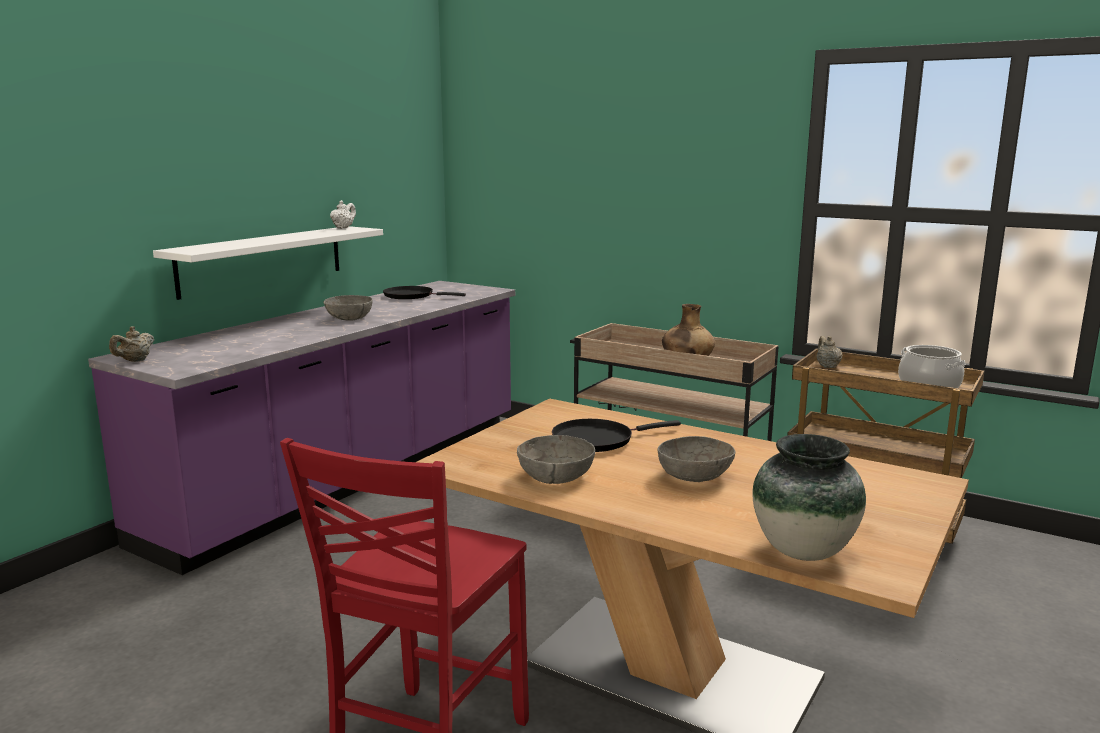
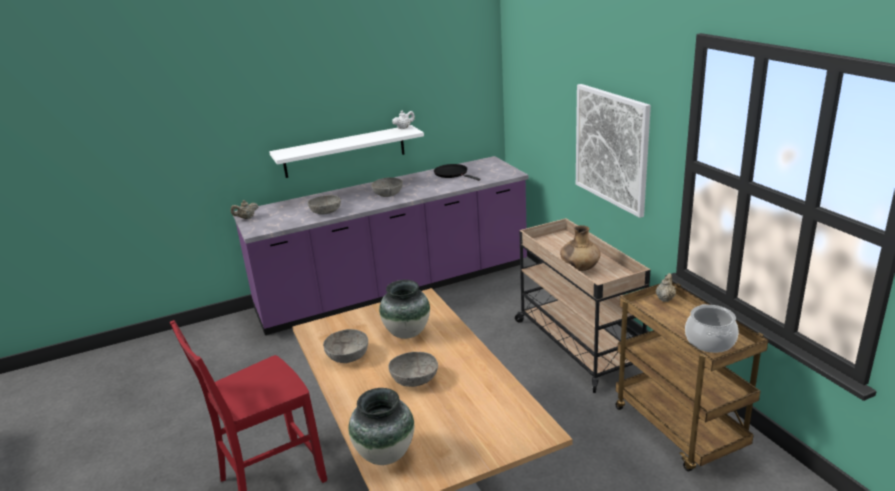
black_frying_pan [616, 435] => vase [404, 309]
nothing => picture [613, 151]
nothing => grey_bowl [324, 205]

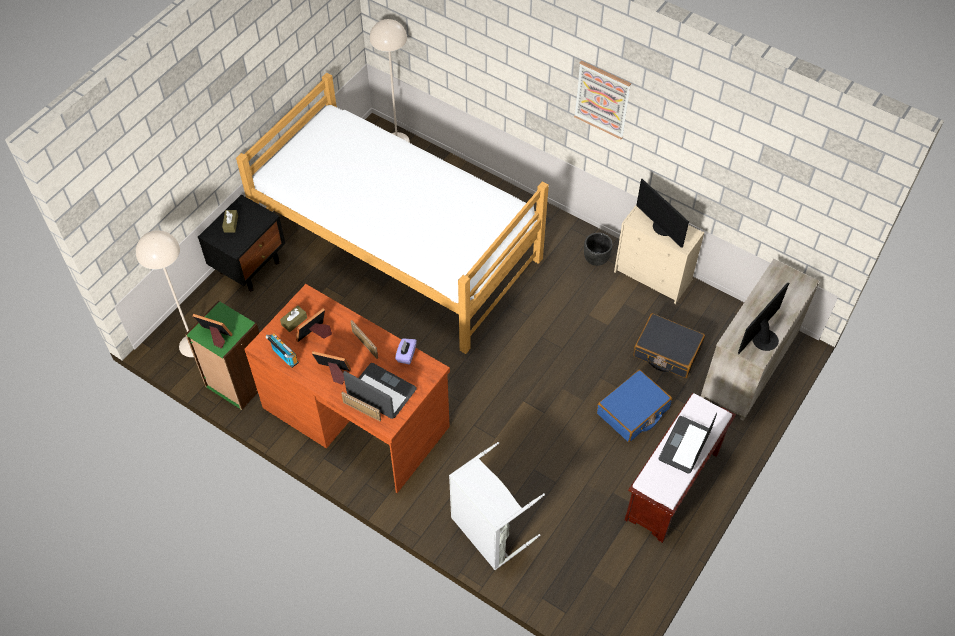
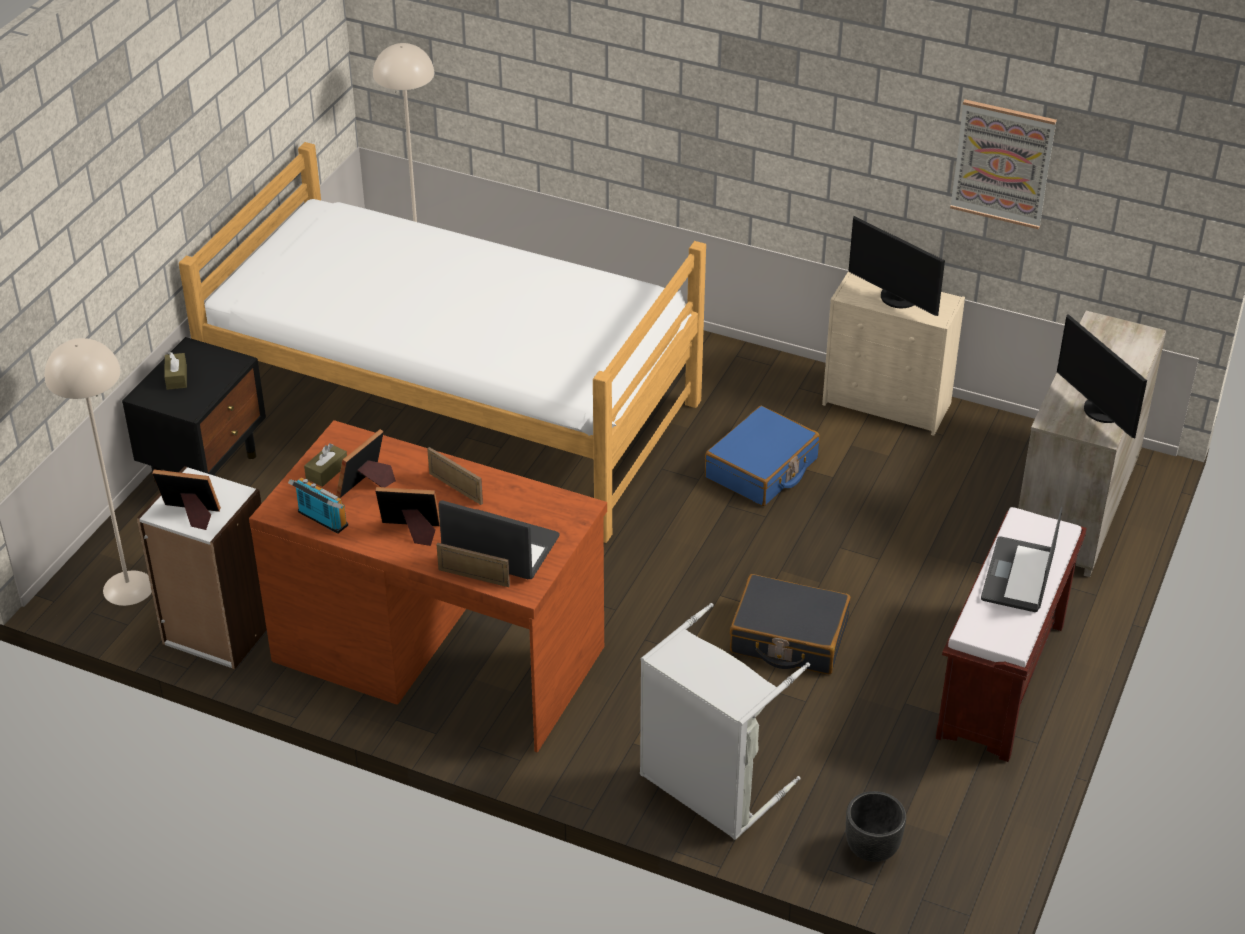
picture [602, 100] => picture [1003, 164], shifted
black_planter [598, 249] => black_planter [876, 826], shifted
monitor [763, 318] => monitor [1102, 376], 60 degrees counterclockwise
green_bookcase [222, 355] => white_bookcase [202, 567]
black_suitcase [669, 345] => black_suitcase [790, 624], shifted
purple_tissue_box [406, 351] => nothing
blue_suitcase [634, 405] => blue_suitcase [762, 456], shifted

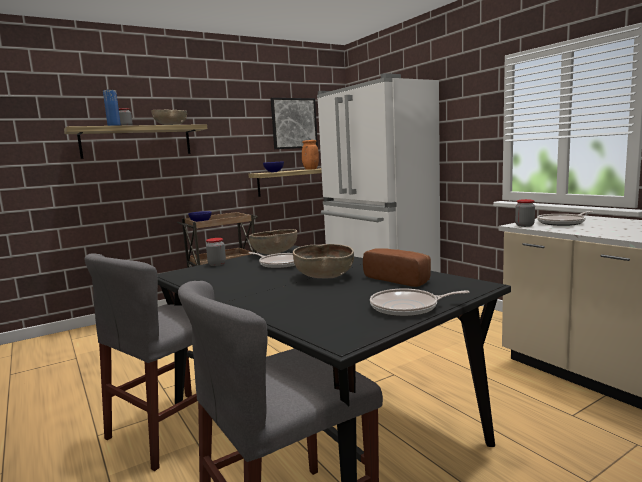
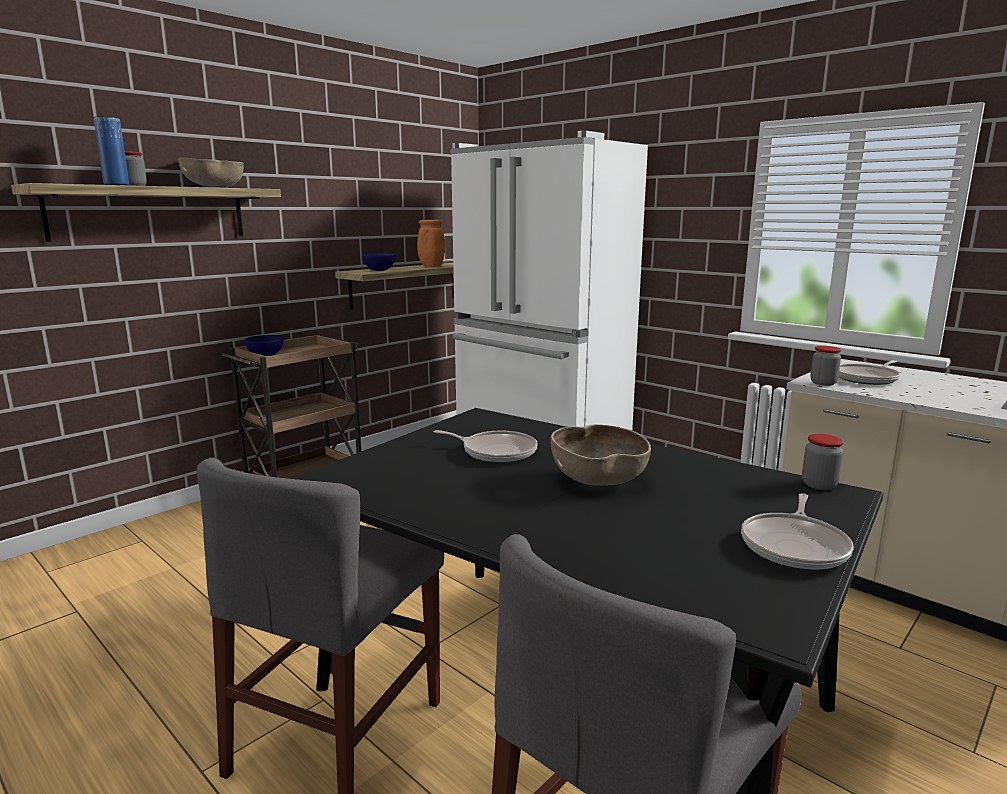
picture [294, 123] => nothing
brown_bowl [273, 241] => nothing
jar [216, 252] => jar [823, 462], shifted
bread [397, 267] => nothing
frying_pan [420, 302] => frying_pan [797, 531], 45 degrees counterclockwise

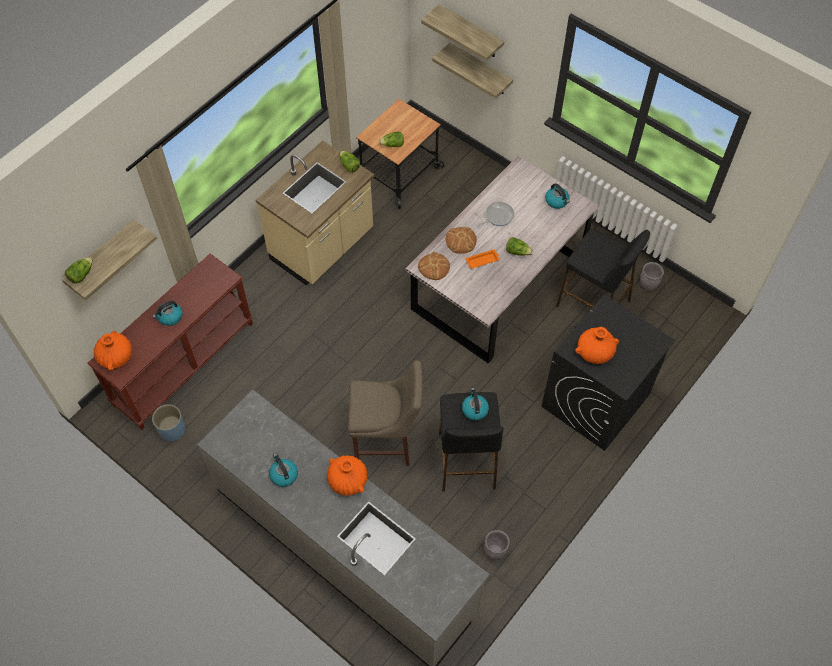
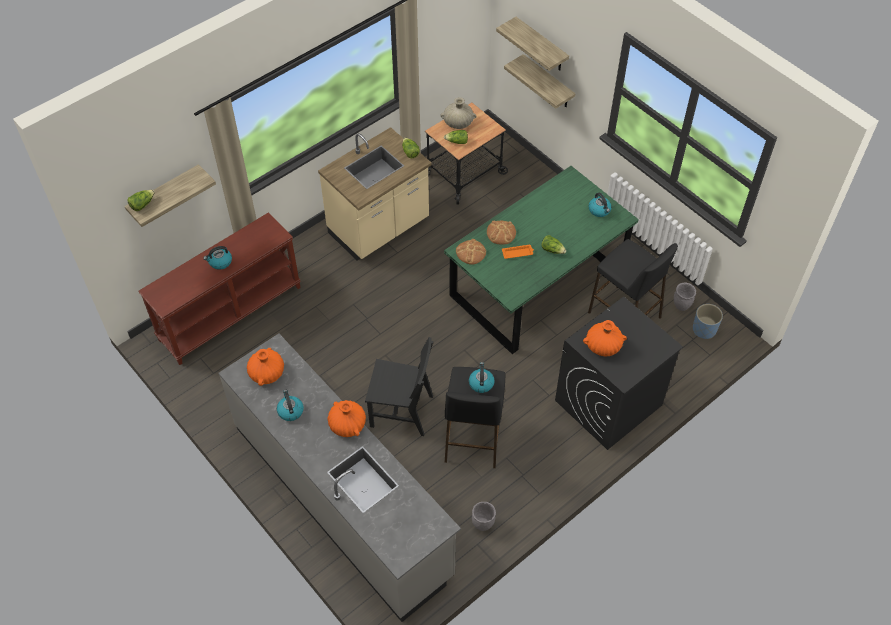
grey_dining_table [502, 259] => green_dining_table [541, 260]
frying_pan [495, 214] => nothing
orange_vase [113, 351] => orange_vase [265, 367], shifted
beige_stool [385, 413] => black_chair [399, 386]
blue_planter [168, 422] => blue_planter [708, 321], shifted
nothing => beige_vase [458, 113]

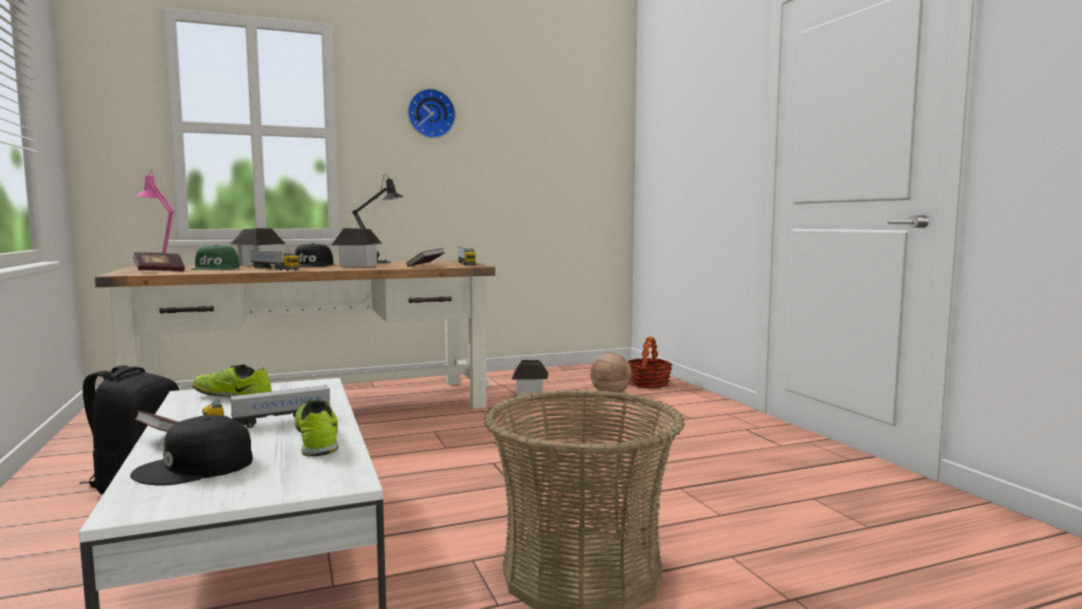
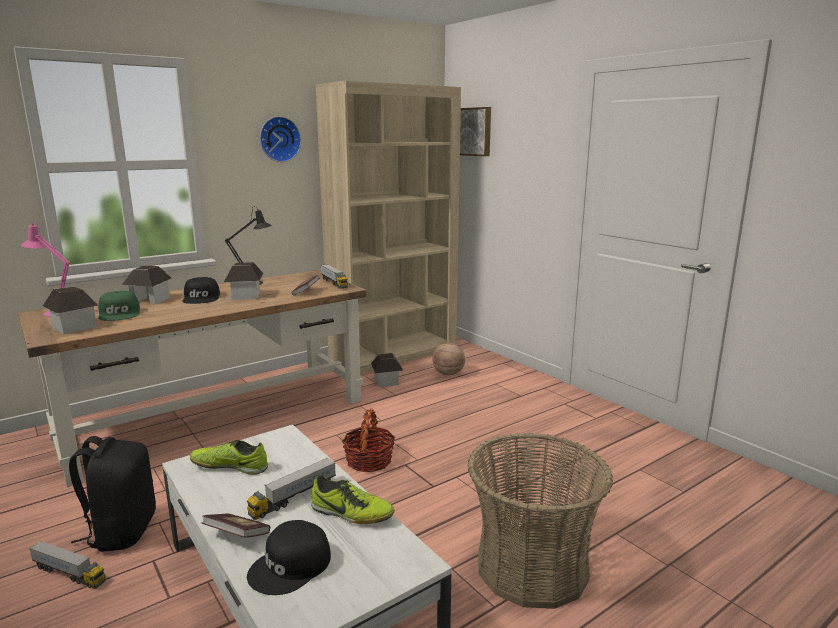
toy_truck [275, 260] => toy_truck [67, 564], shifted
book [159, 261] => toy_house [71, 310]
basket [650, 362] => basket [368, 440], shifted
shoe [316, 428] => shoe [353, 499], 150 degrees clockwise
nothing => beige_bookcase [388, 227]
nothing => picture [475, 131]

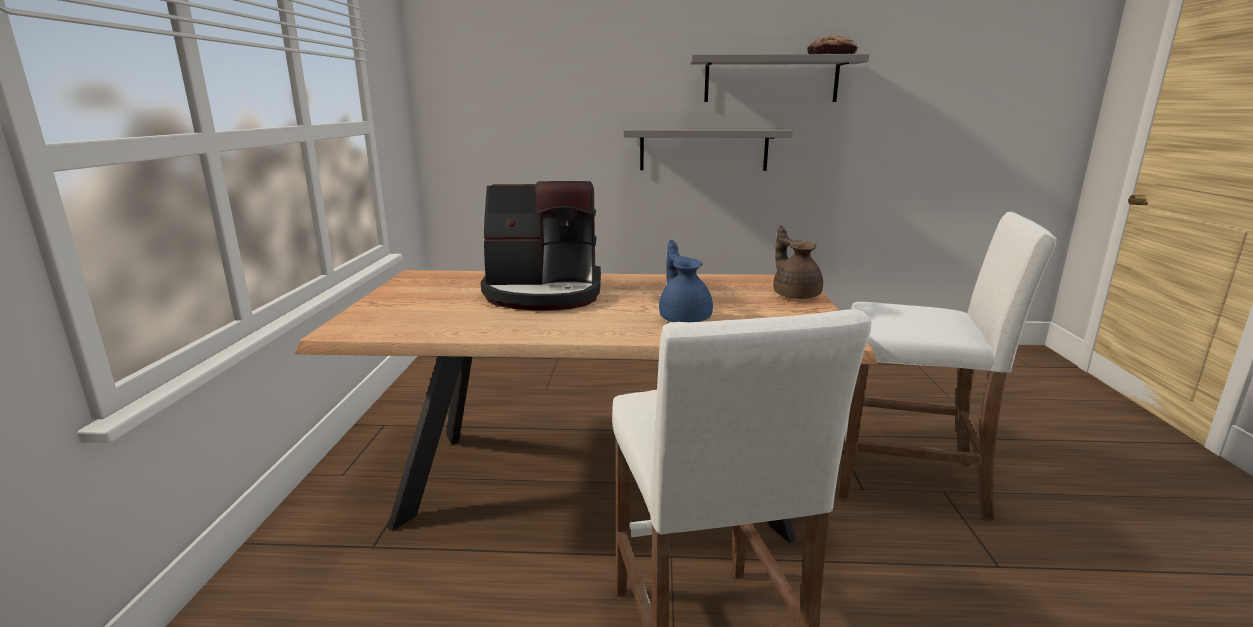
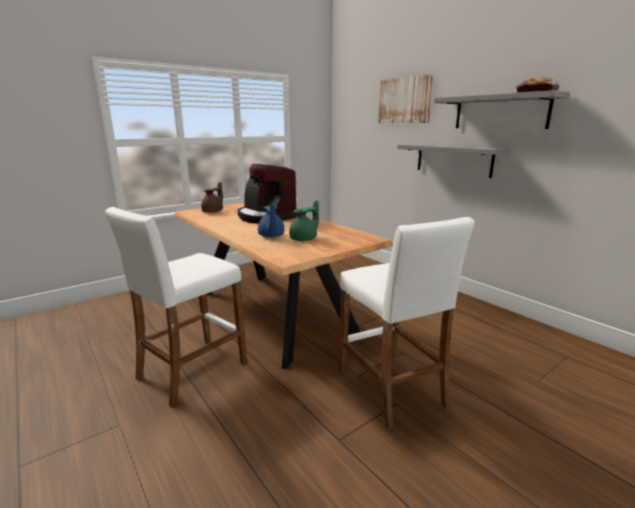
brown_teapot [798, 262] => brown_teapot [212, 197], shifted
blue_teapot [686, 281] => blue_teapot [271, 220], 135 degrees clockwise
nothing => picture [405, 98]
nothing => green_teapot [304, 220]

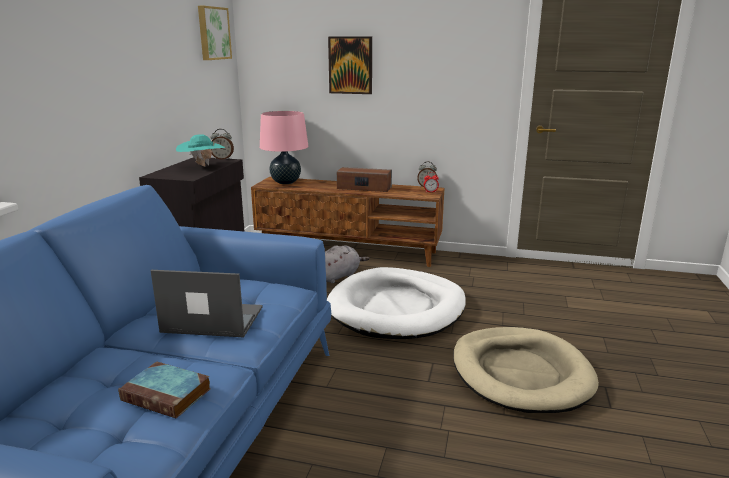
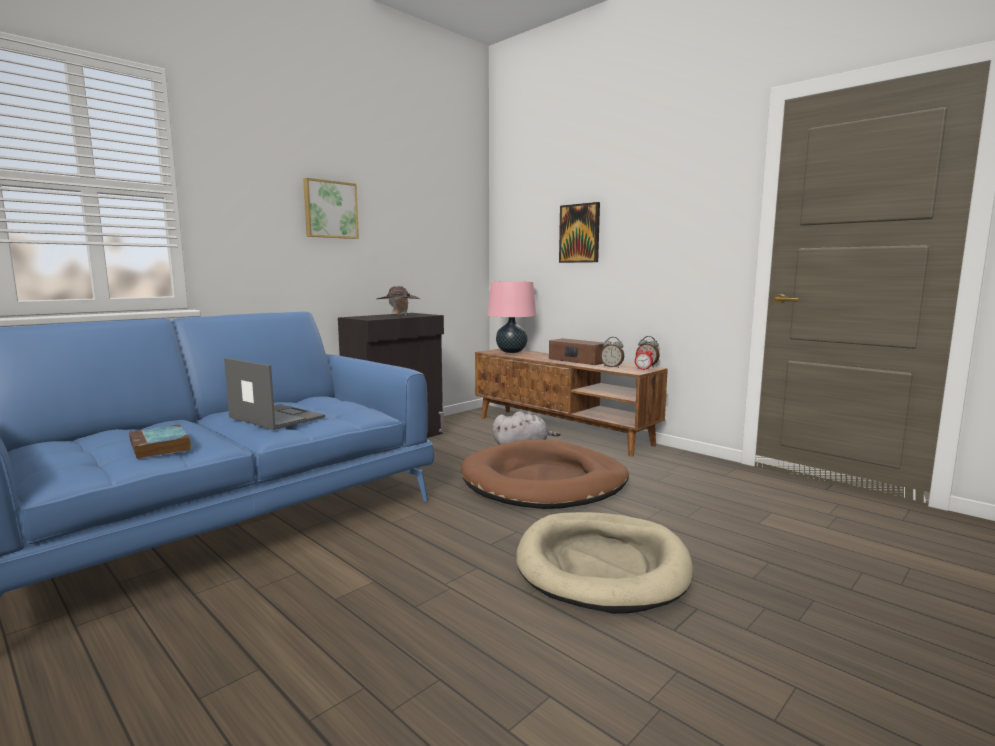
picture [215, 33] => picture [331, 208], shifted
alarm_clock [222, 144] => alarm_clock [612, 352], shifted
turquoise_hat [200, 150] => brown_hat [398, 301]
white_dog_bed [396, 303] => brown_dog_bed [545, 474]

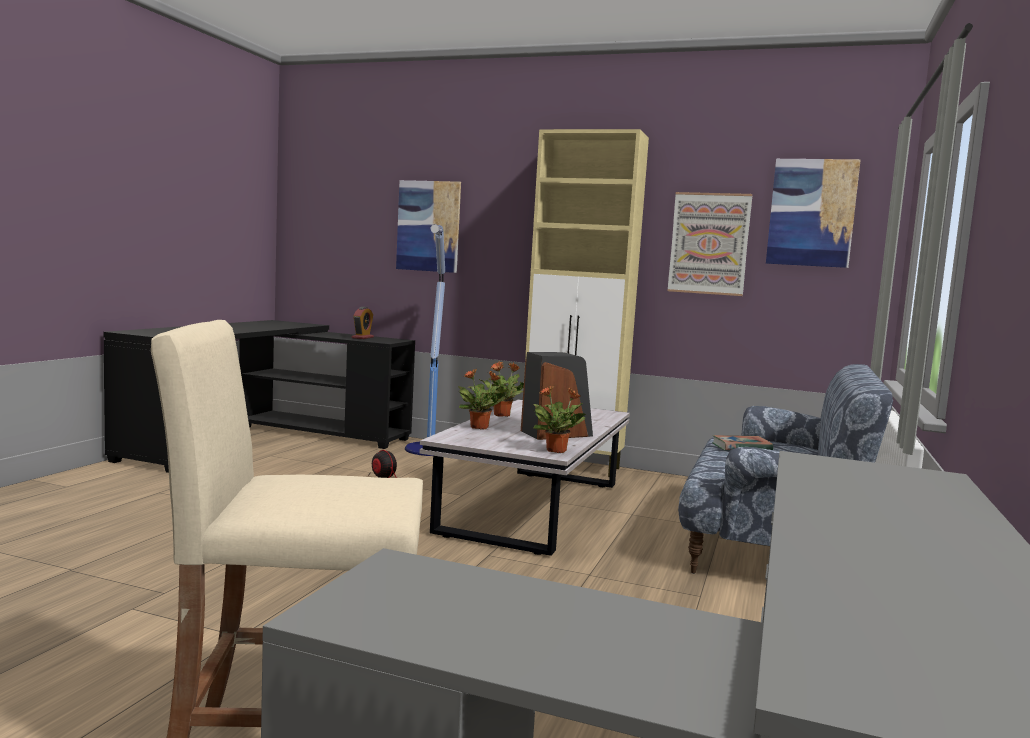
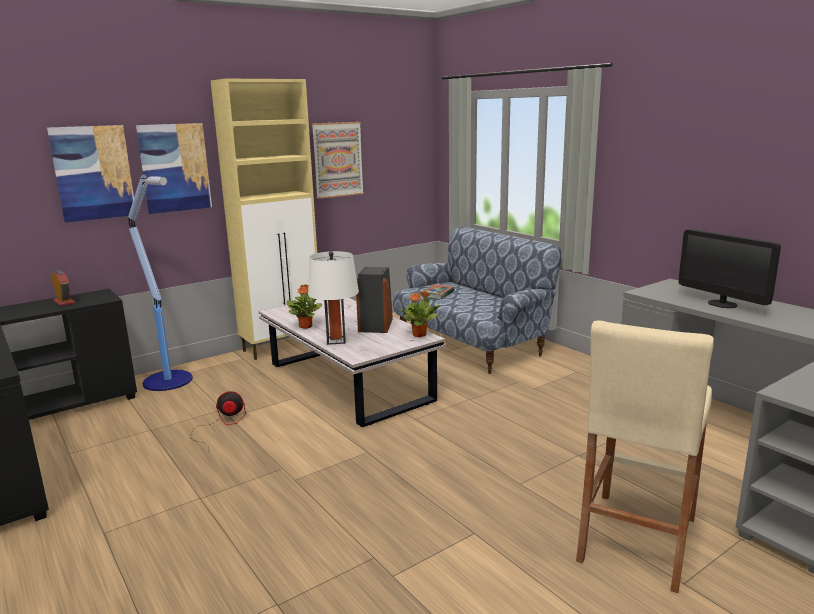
picture [813, 213] => picture [174, 168], shifted
potted_plant [481, 399] => white_table_lamp [333, 298]
nothing => monitor [730, 268]

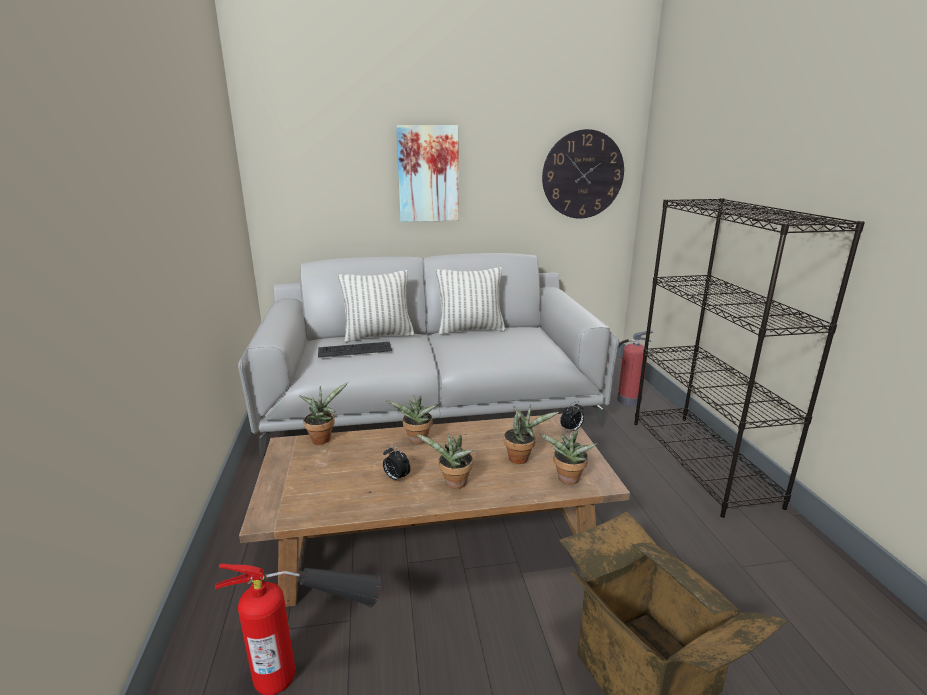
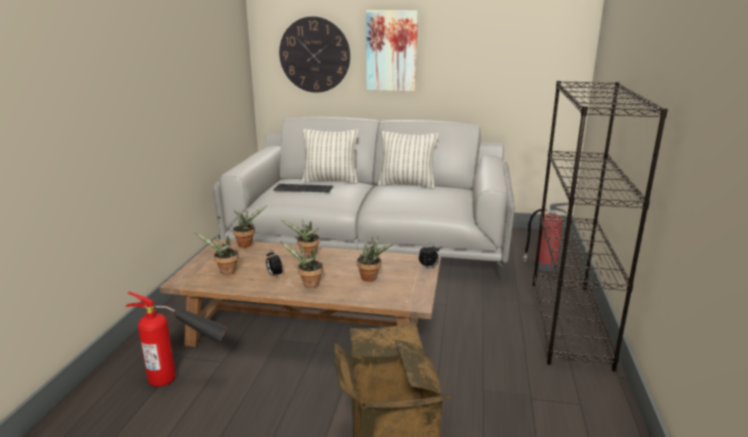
wall_clock [583, 174] => wall_clock [314, 54], shifted
potted_plant [568, 458] => potted_plant [217, 253], shifted

